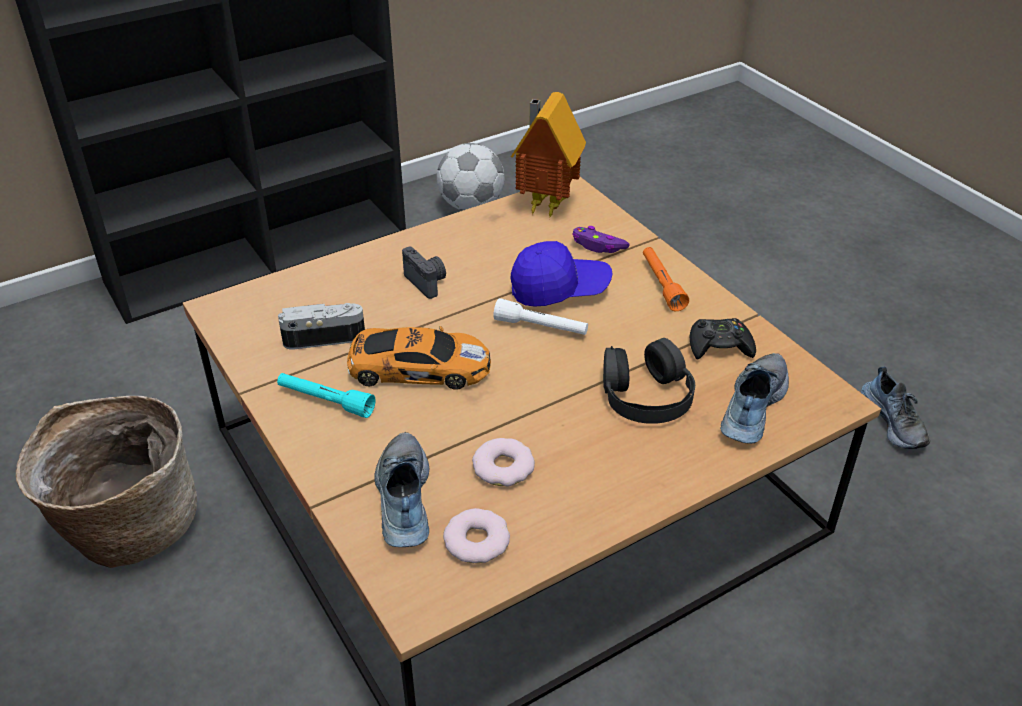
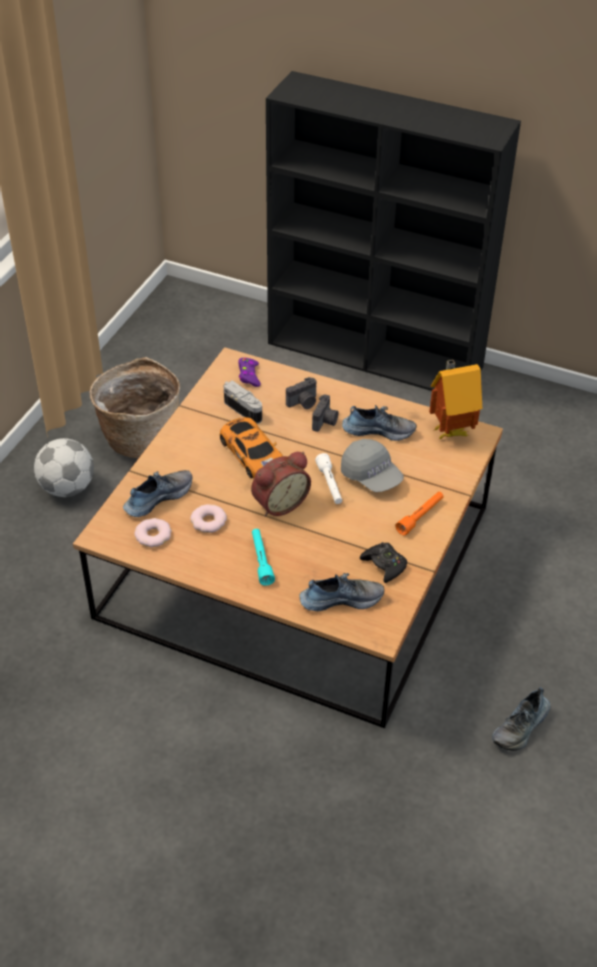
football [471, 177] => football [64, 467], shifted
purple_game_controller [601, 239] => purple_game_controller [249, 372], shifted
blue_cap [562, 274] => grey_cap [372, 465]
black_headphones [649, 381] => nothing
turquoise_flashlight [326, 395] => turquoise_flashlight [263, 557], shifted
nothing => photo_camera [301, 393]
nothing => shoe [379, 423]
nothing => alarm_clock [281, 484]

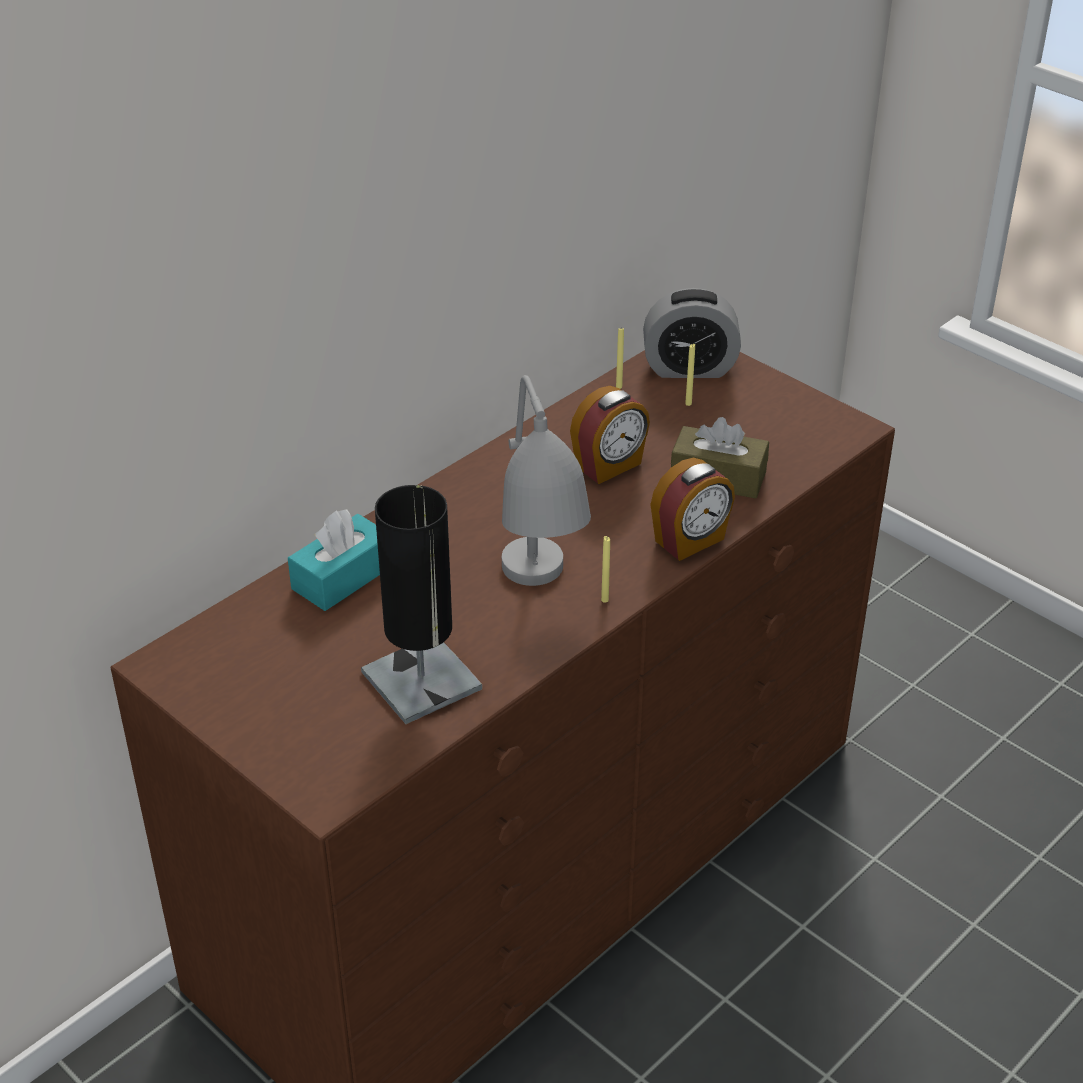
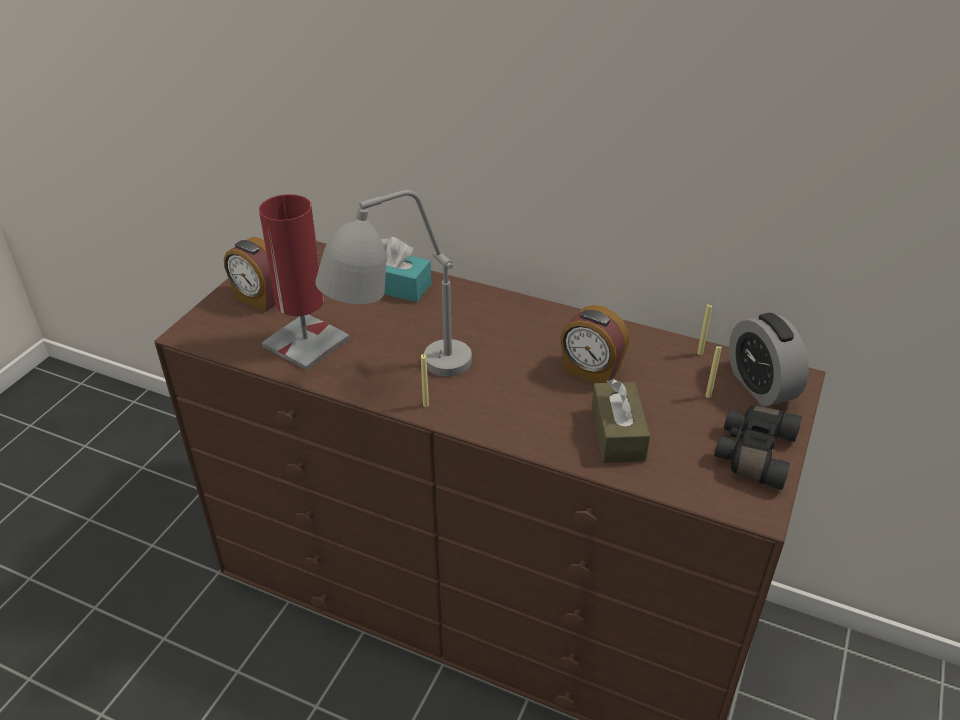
alarm_clock [692, 509] => alarm_clock [250, 274], shifted
black_table_lamp [421, 604] => red_table_lamp [304, 282]
nothing => black_binoculars [758, 447]

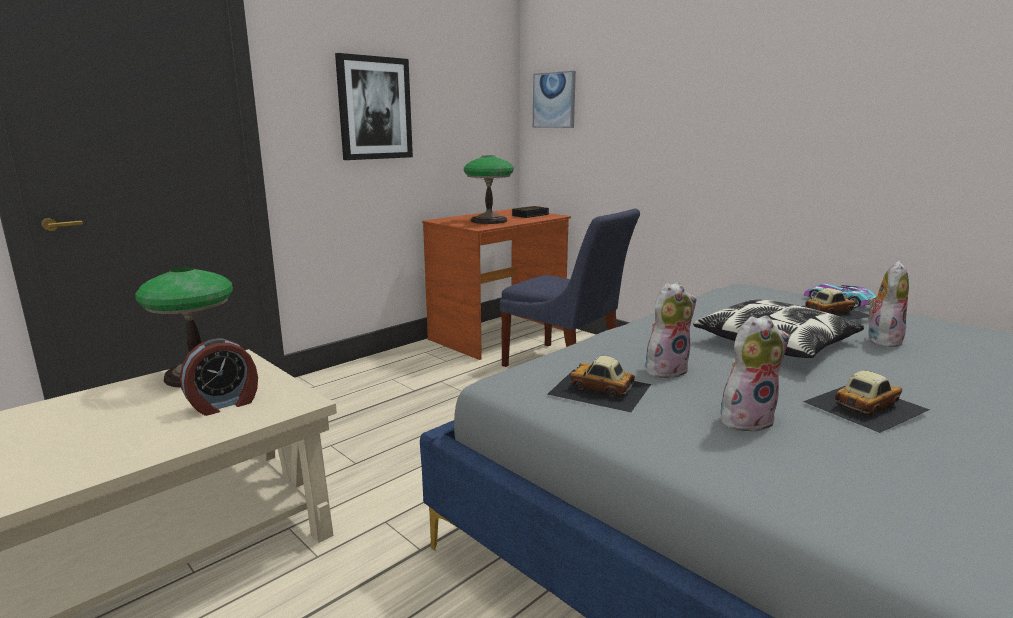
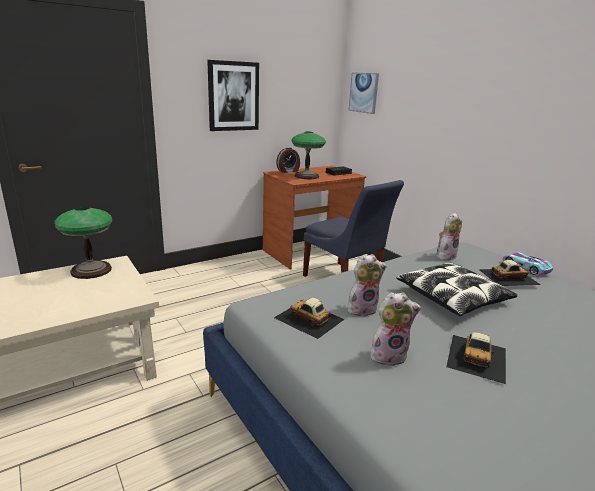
plush_toy [888, 304] => plush_toy [449, 236], shifted
alarm_clock [219, 377] => alarm_clock [288, 160], shifted
toy_car [866, 401] => toy_car [476, 358], 135 degrees clockwise

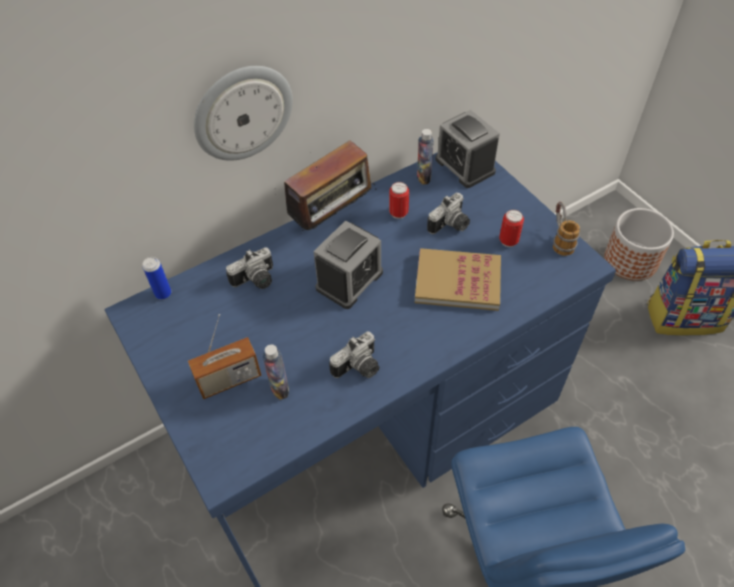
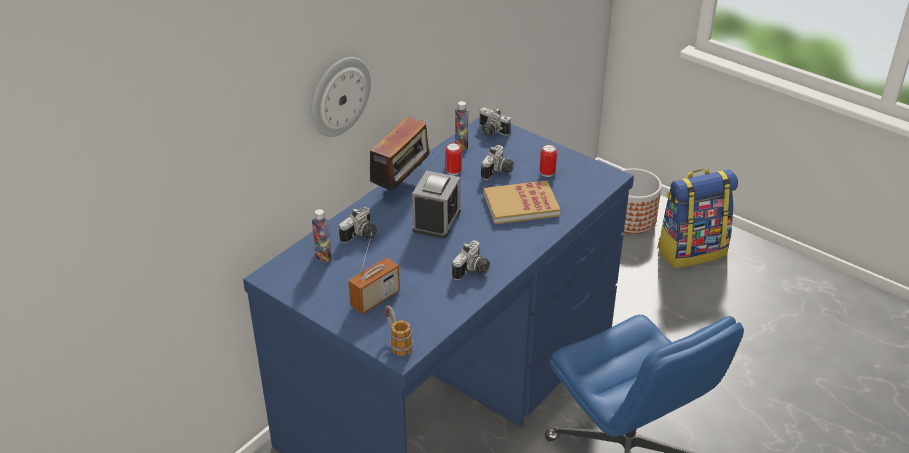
alarm_clock [467, 149] => photo_camera [495, 121]
mug [566, 229] => mug [399, 330], shifted
can [157, 278] => nothing
bottle [276, 372] => bottle [322, 235], shifted

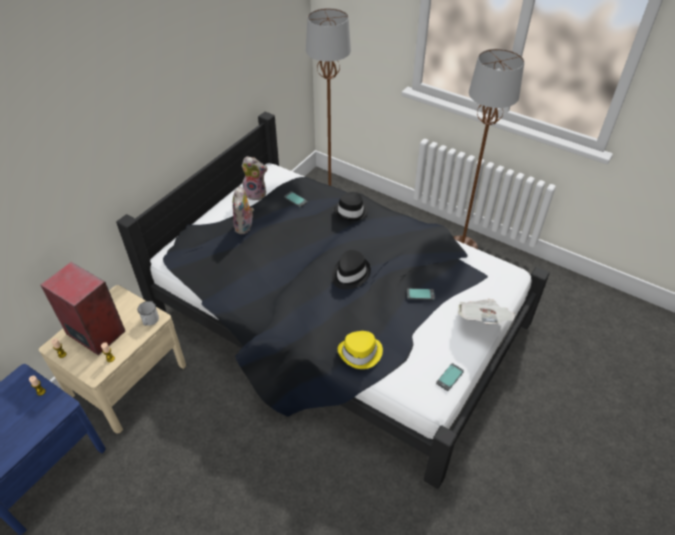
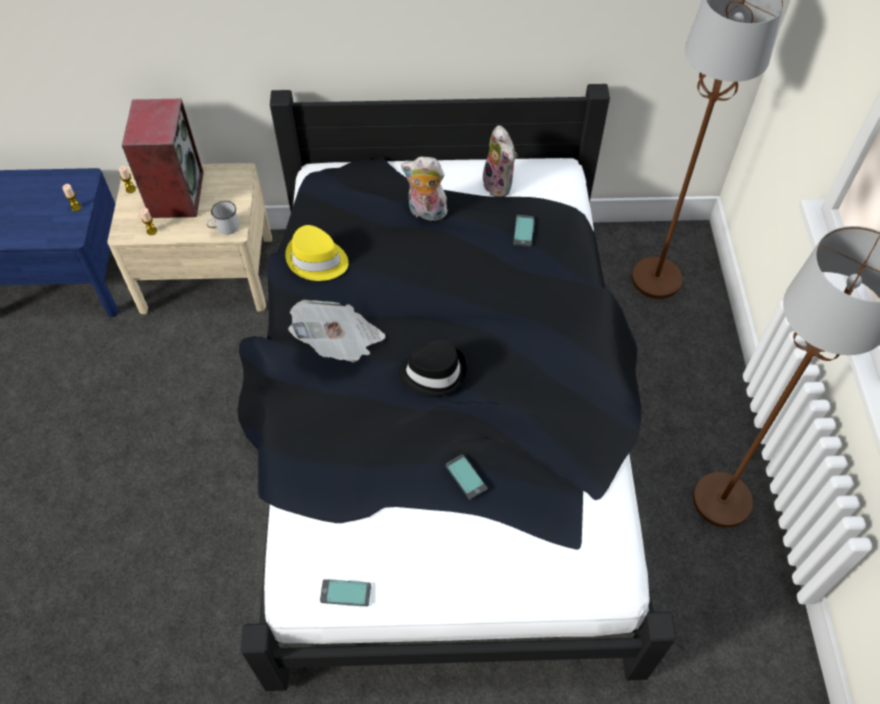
plush_toy [243, 210] => plush_toy [425, 188], 45 degrees clockwise
black_hat [351, 206] => nothing
newspaper [486, 311] => newspaper [336, 331], shifted
yellow_hat [360, 350] => yellow_hat [317, 253], shifted

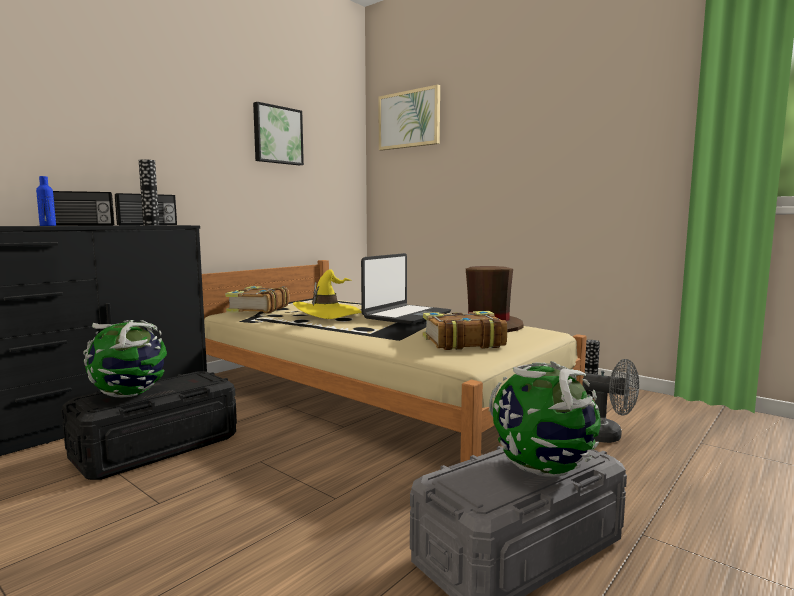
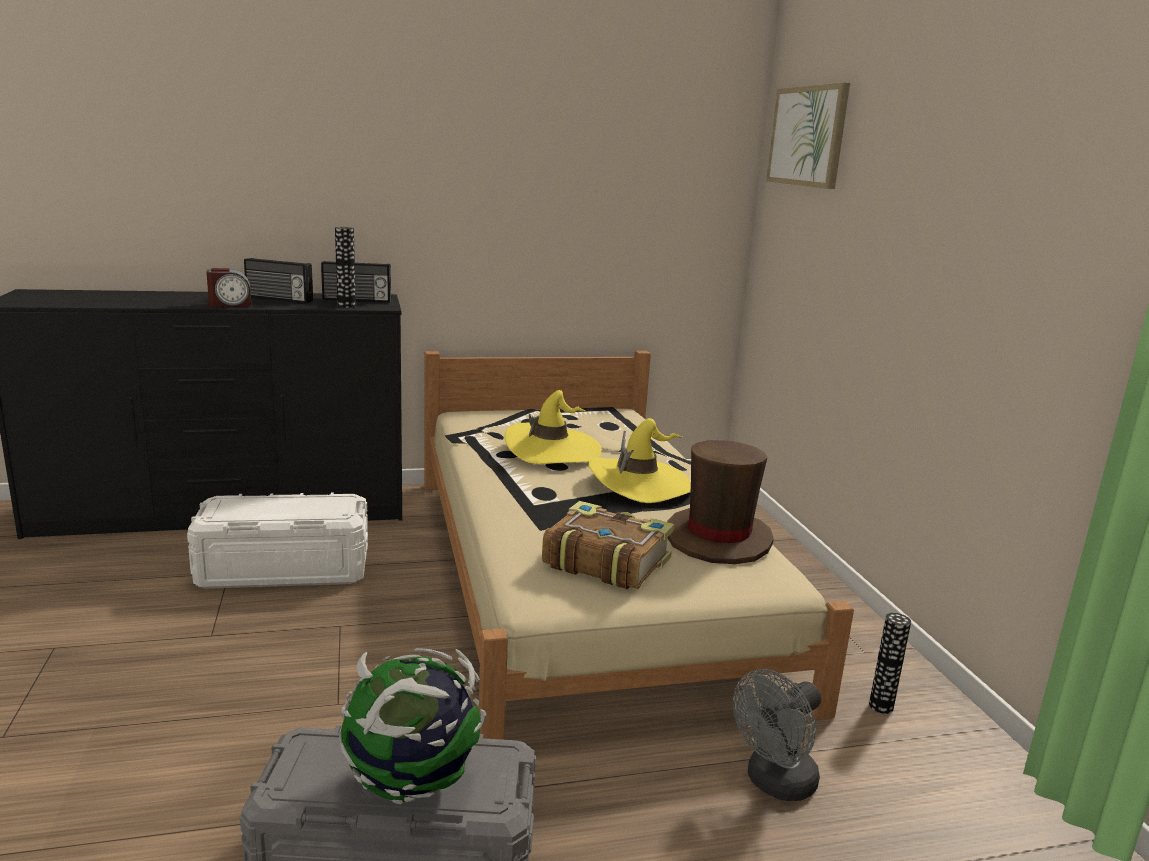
picture [278, 133] => nothing
blue_bottle [46, 201] => alarm_clock [228, 287]
laptop [406, 288] => yellow_hat [640, 460]
book [257, 299] => nothing
globe [125, 359] => nothing
grey_fan [611, 401] => grey_fan [777, 735], 75 degrees clockwise
black_storage_box [149, 425] => white_storage_box [277, 541]

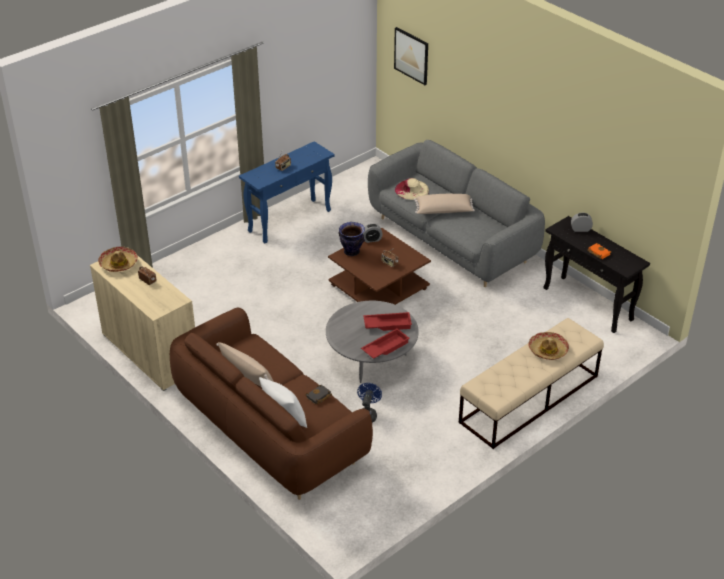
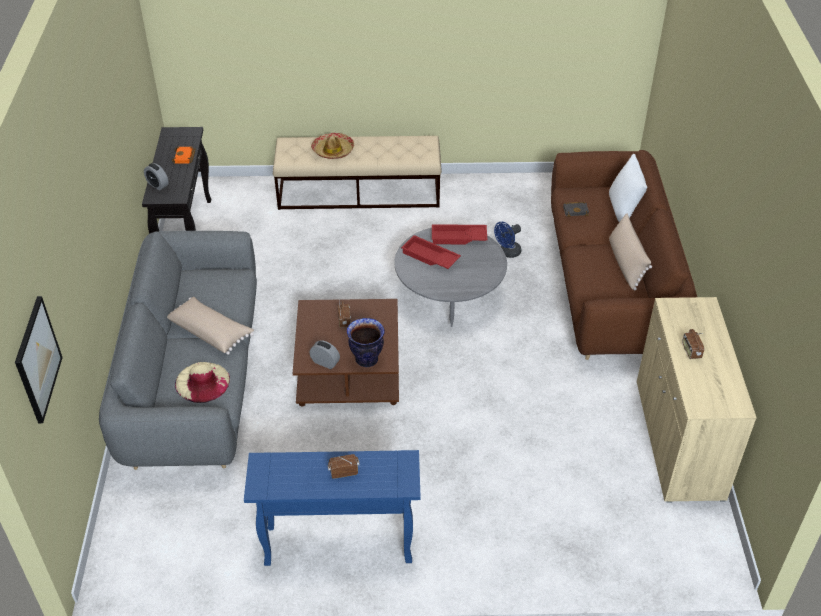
hat [118, 259] => nothing

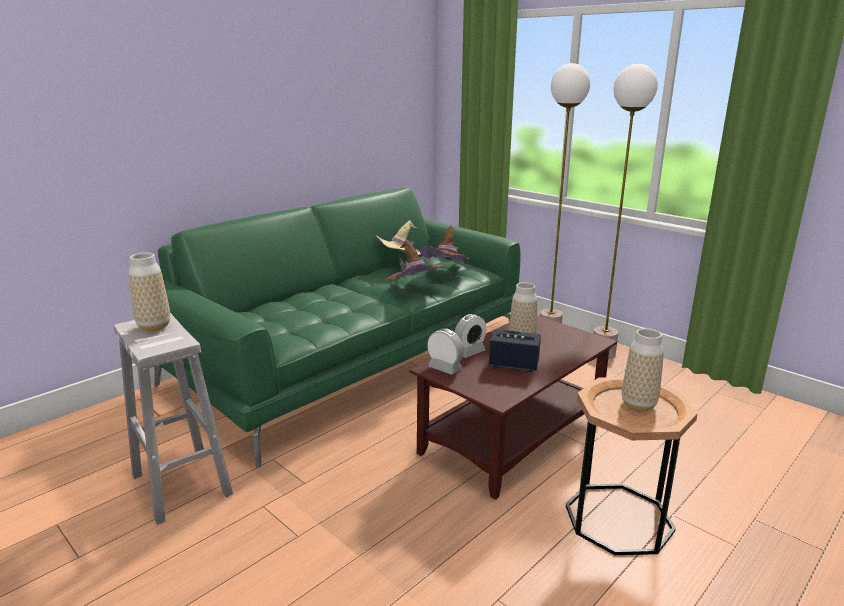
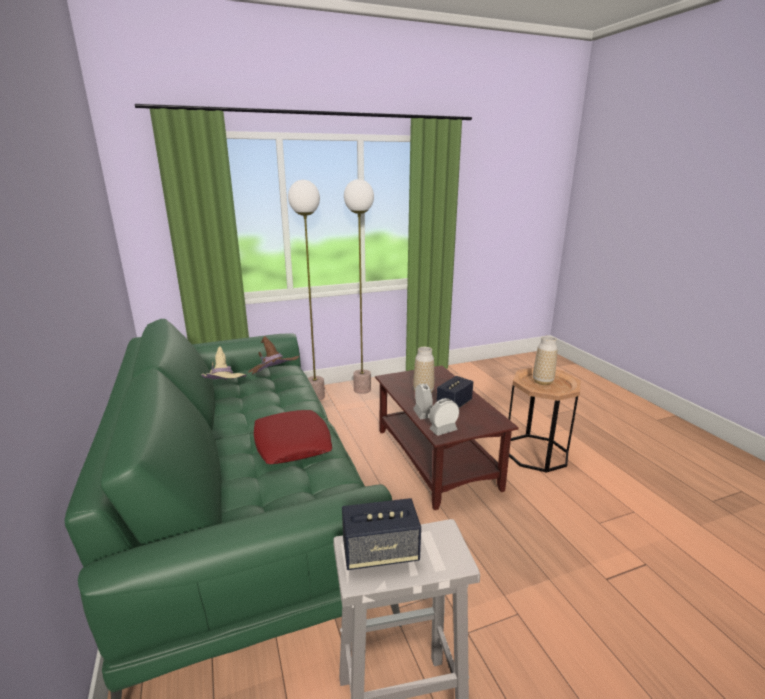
brown_hat [415, 261] => nothing
vase [149, 291] => speaker [381, 534]
nothing => red_pillow [293, 437]

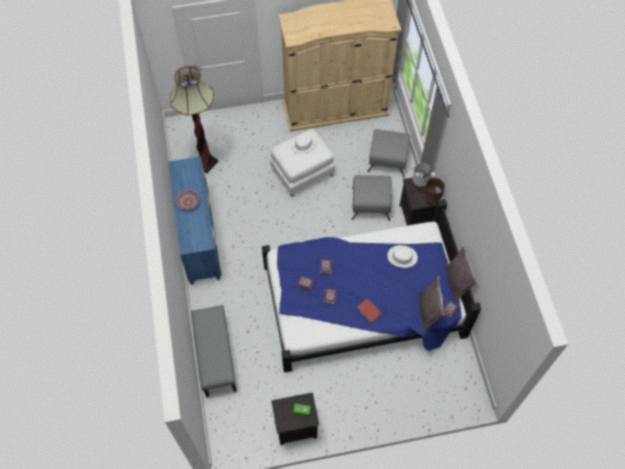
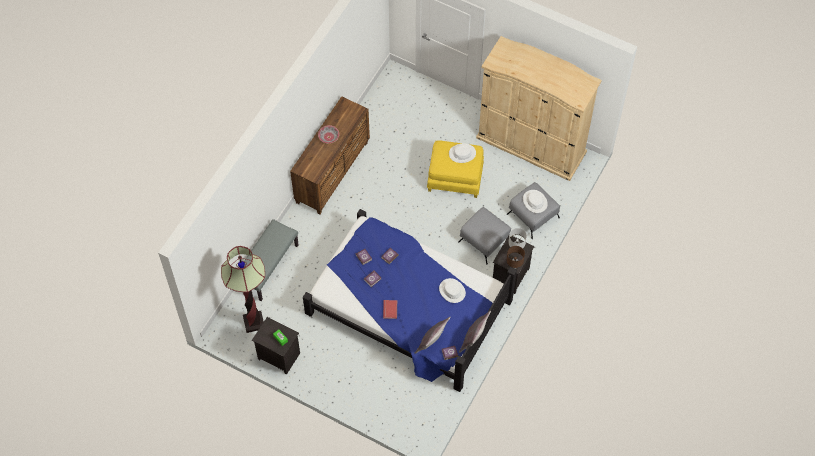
floor_lamp [194, 119] => floor_lamp [243, 289], shifted
white_ottoman [302, 163] => yellow_ottoman [455, 169]
blue_dresser [195, 220] => brown_dresser [330, 155]
nothing => white_hat [535, 201]

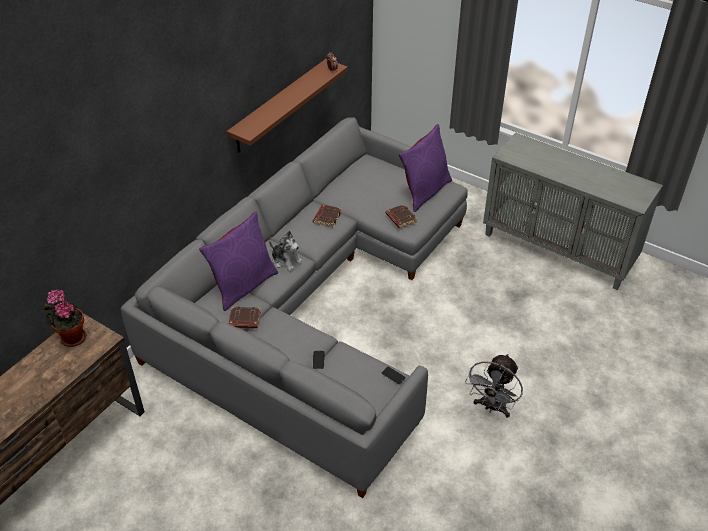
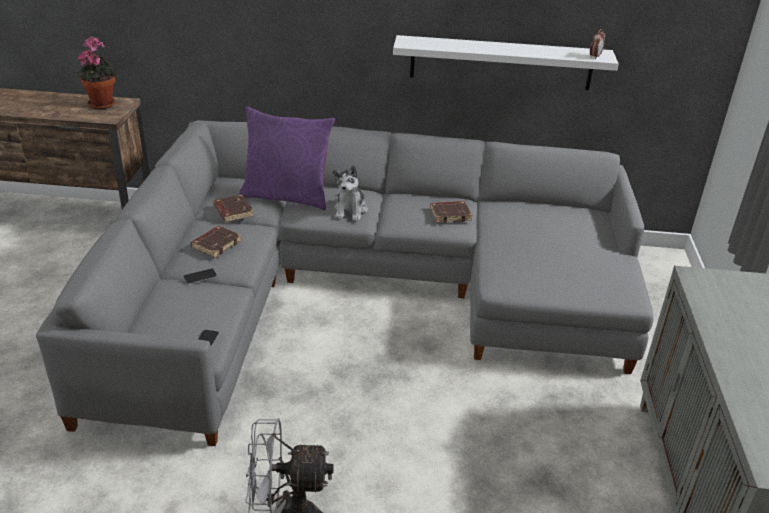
brown_shelf [287, 106] => white_shelf [506, 62]
purple_pillow [425, 168] => nothing
brown_book [401, 216] => brown_book [216, 242], shifted

